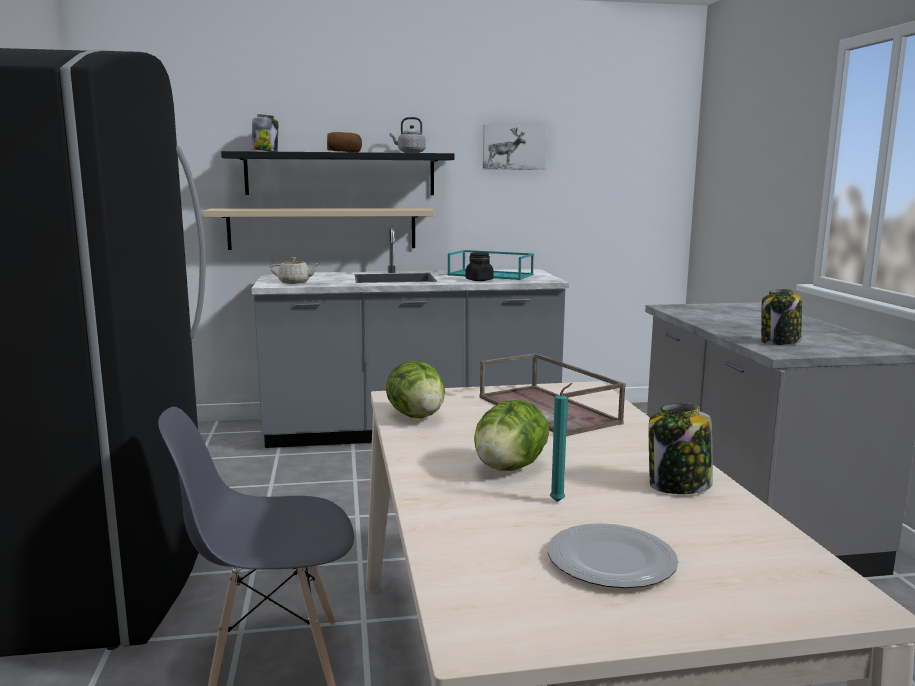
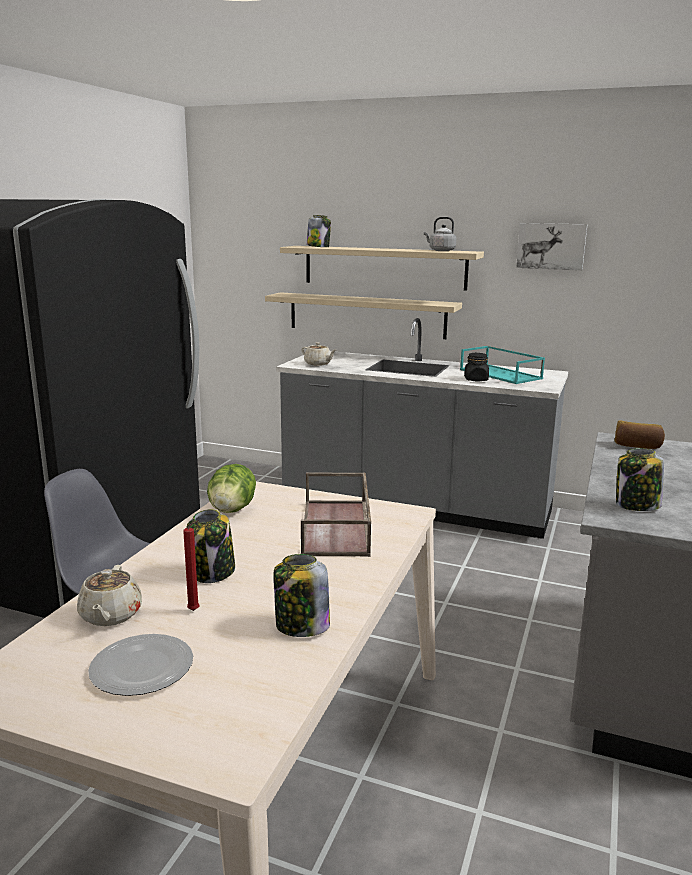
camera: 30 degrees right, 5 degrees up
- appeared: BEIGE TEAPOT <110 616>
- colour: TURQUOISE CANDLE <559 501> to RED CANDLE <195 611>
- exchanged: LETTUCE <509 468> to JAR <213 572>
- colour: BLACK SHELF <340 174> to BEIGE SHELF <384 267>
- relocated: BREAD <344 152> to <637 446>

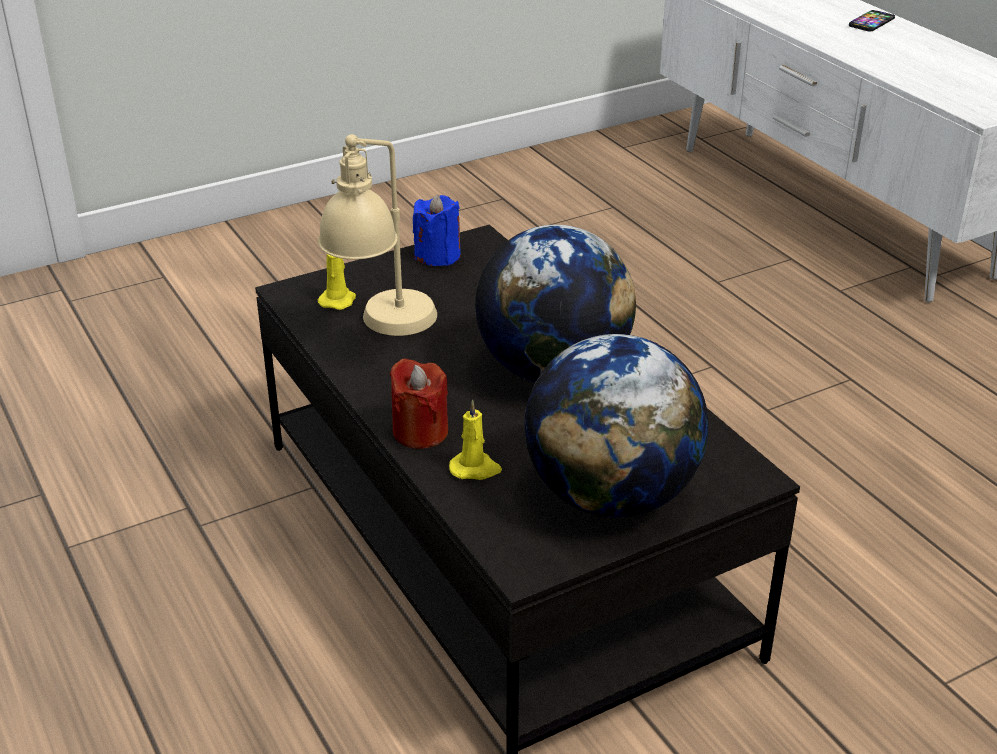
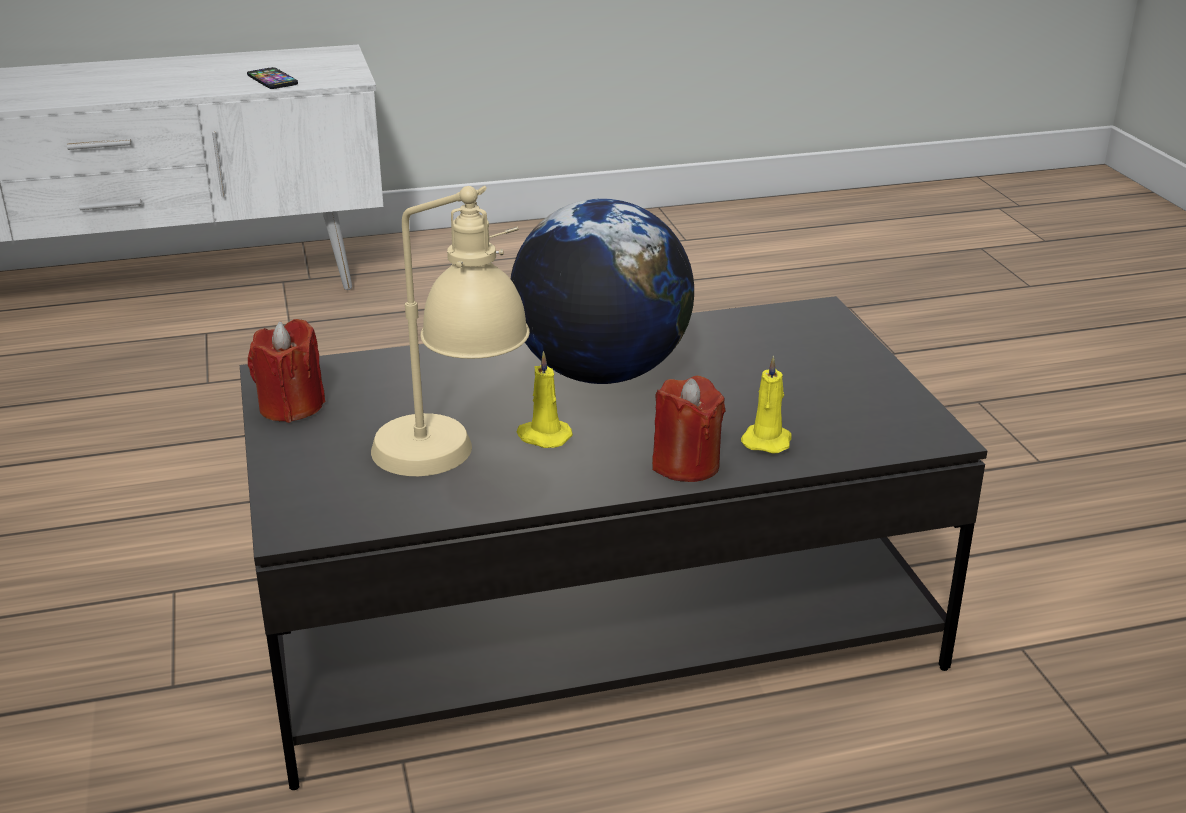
camera: 75 degrees left, 5 degrees down
- relocated: PHONE <871 22> to <272 80>
- colour: BLUE CANDLE <438 255> to RED CANDLE <291 407>
- relocated: YELLOW CANDLE <338 300> to <543 436>
- missing: GLOBE <612 496>

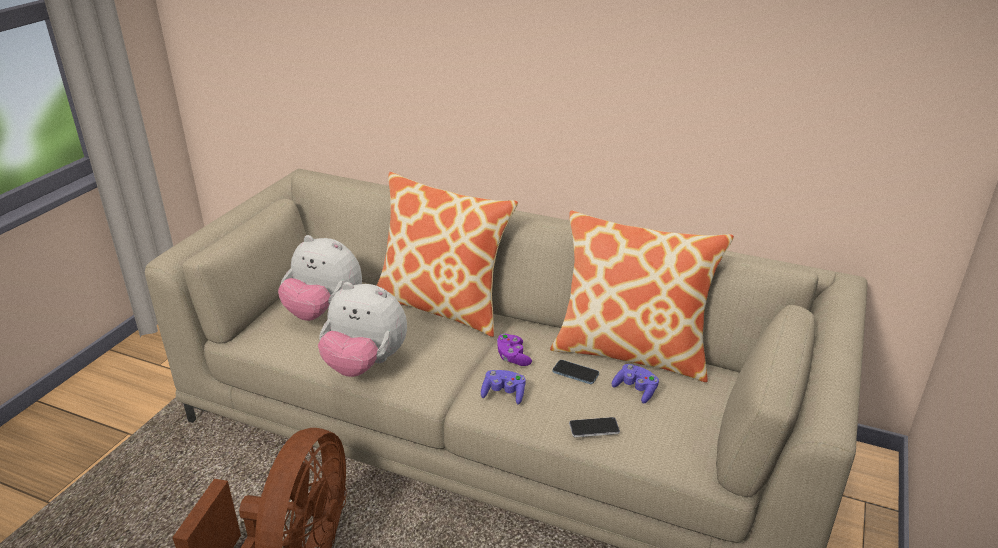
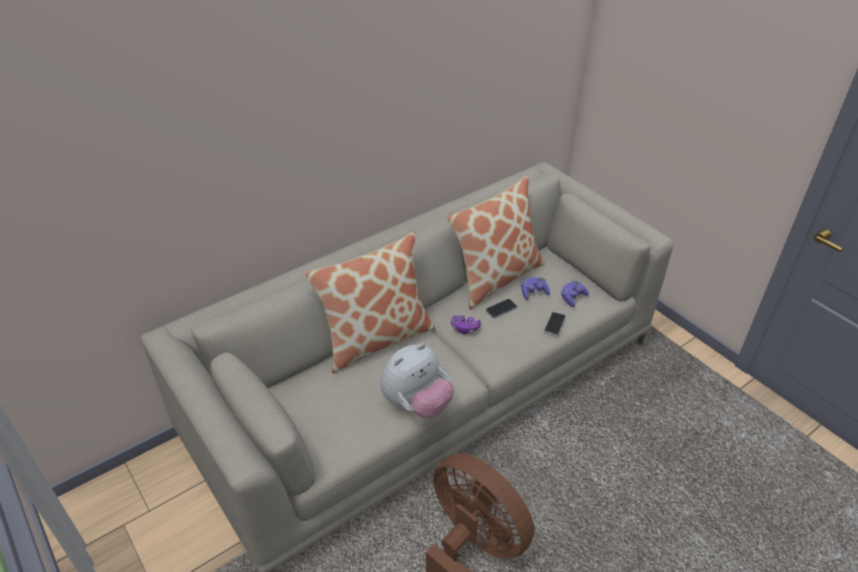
camera: 60 degrees left, 10 degrees up
- relocated: PURPLE GAME CONTROLLER <504 394> to <572 298>
- missing: PLUSH TOY <324 312>

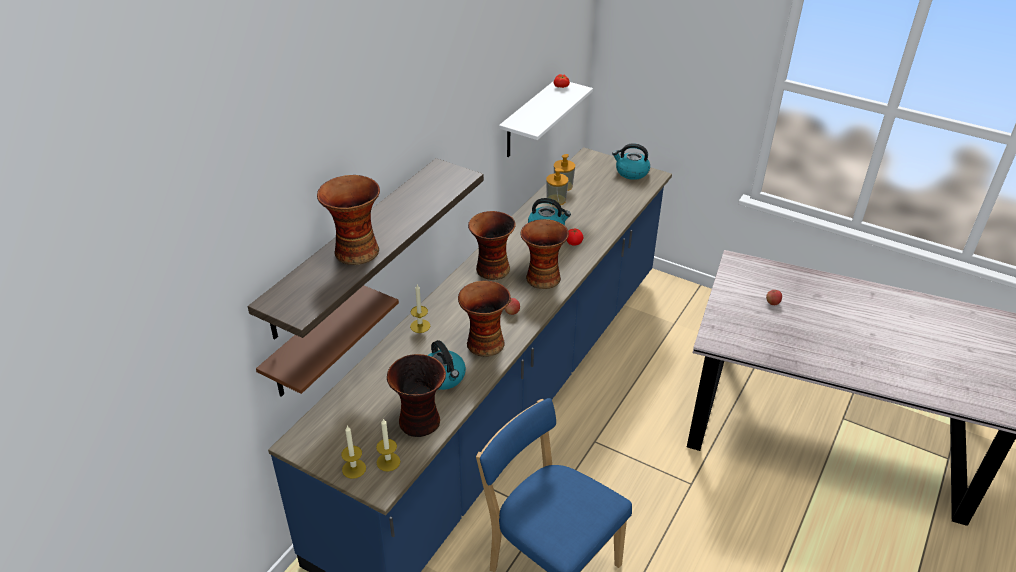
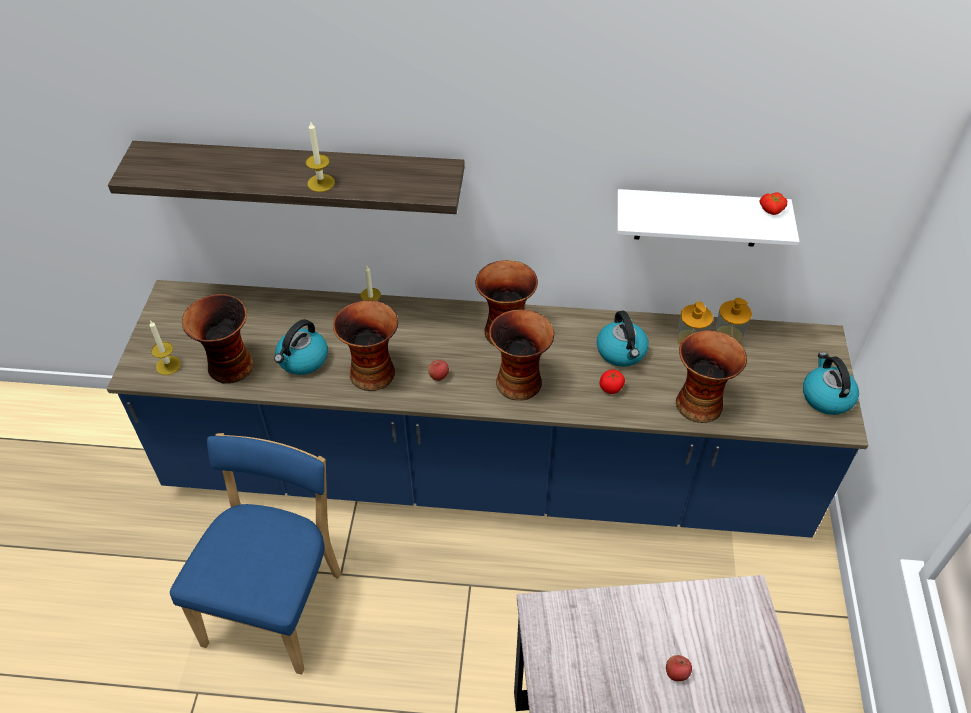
camera: 65 degrees right, 10 degrees up
- relocated: CANDLE <354 469> to <321 183>
- relocated: VASE <355 251> to <698 403>
- missing: BROWN SHELF <312 343>

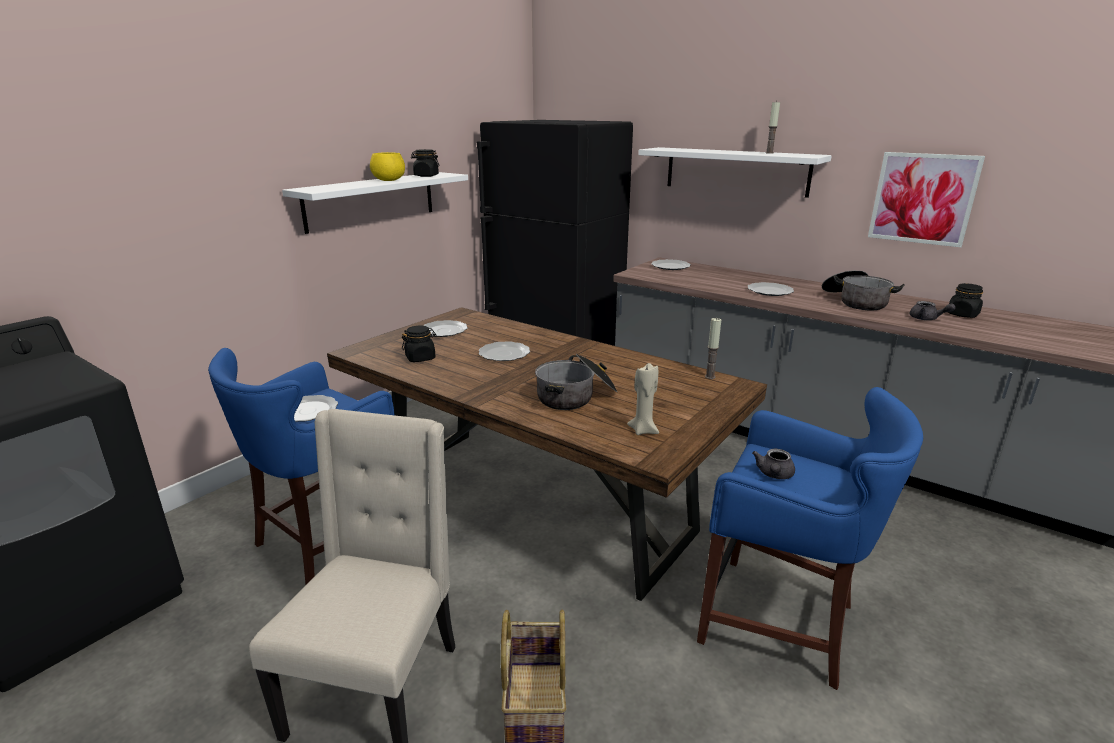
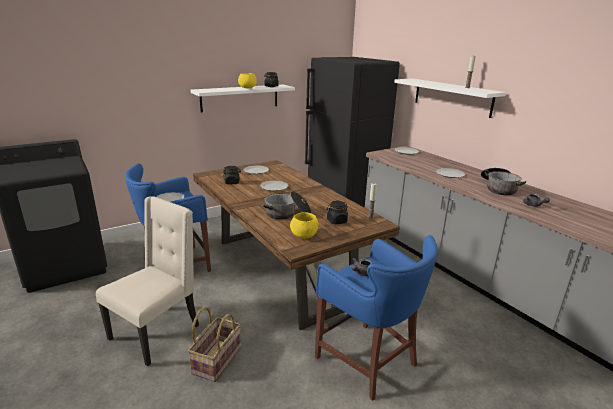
camera: 20 degrees right, 0 degrees up
- exchanged: BEIGE CANDLE <643 430> to YELLOW BOWL <303 236>
- relocated: BLACK JAR <962 314> to <336 221>
- missing: PICTURE <923 198>

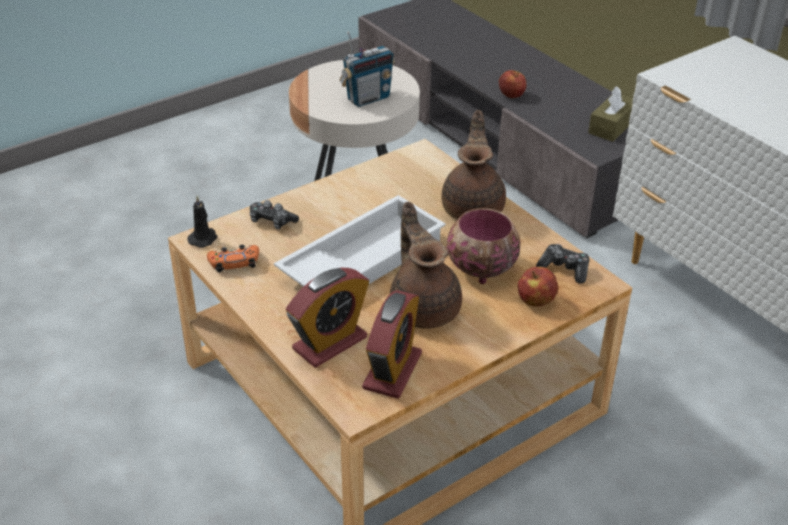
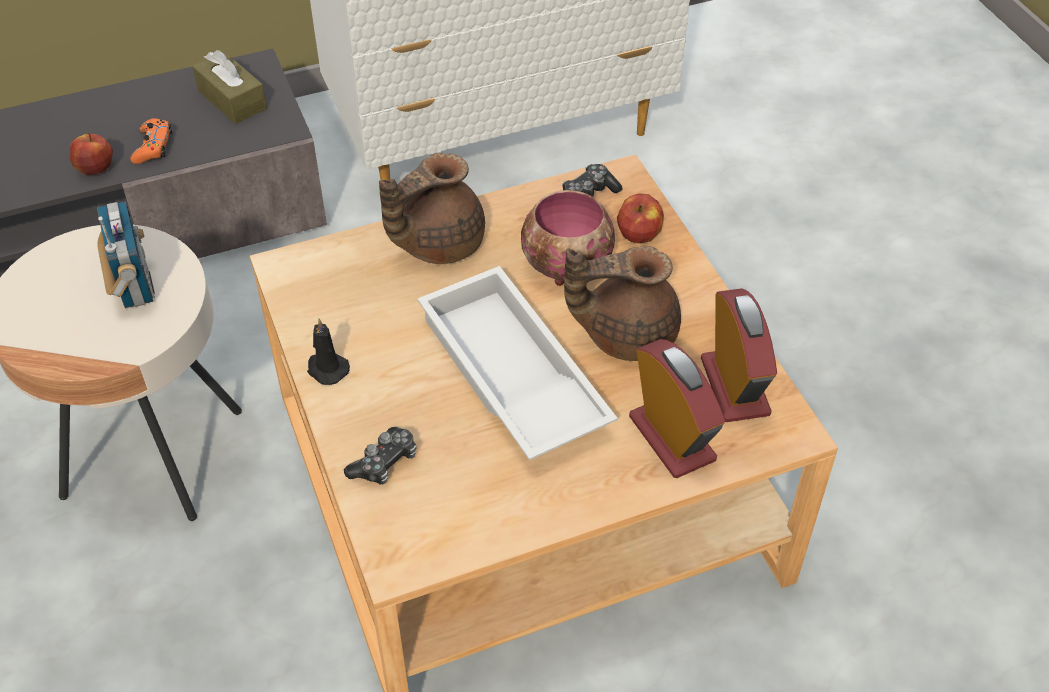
camera: 75 degrees left, 10 degrees up
- relocated: ORANGE GAME CONTROLLER <234 263> to <153 147>
- relocated: BLACK CANDLE <203 238> to <326 369>
- spun: BROWN TEAPOT <473 207> = <437 243> 60 degrees counterclockwise
- spun: ALARM CLOCK <392 371> = <734 387> 45 degrees clockwise

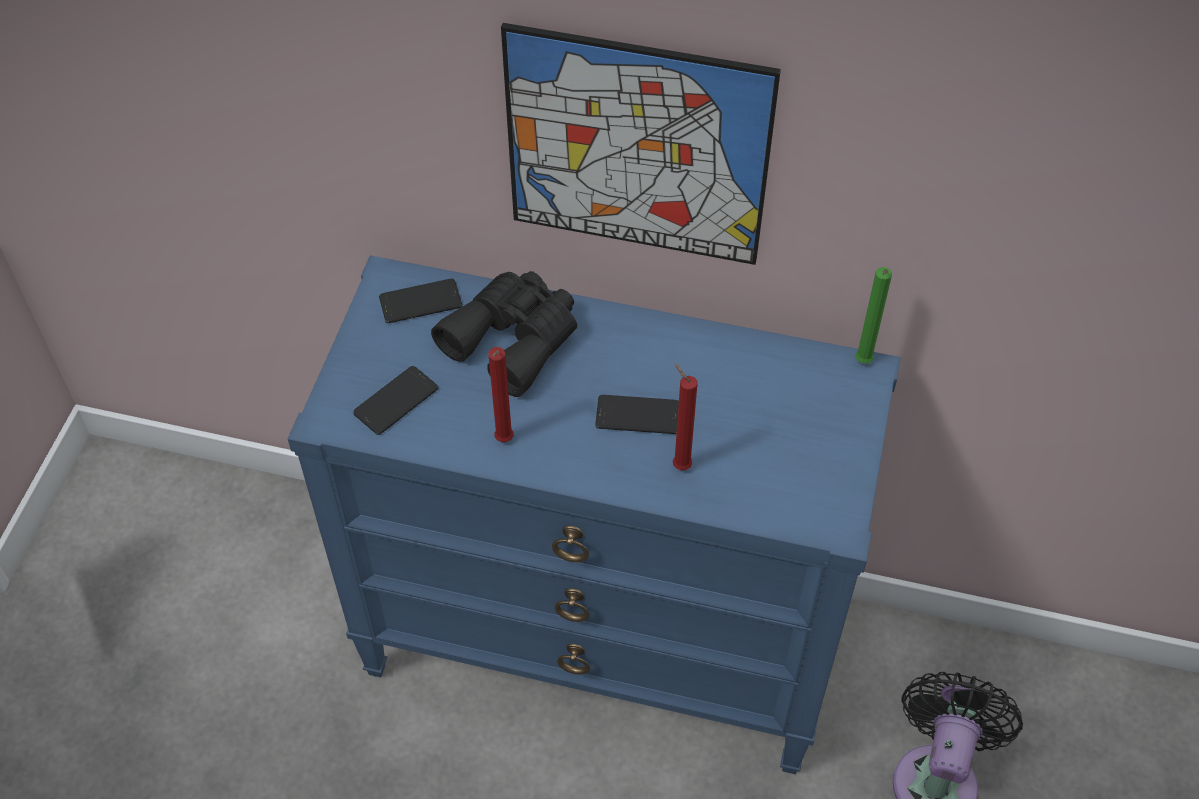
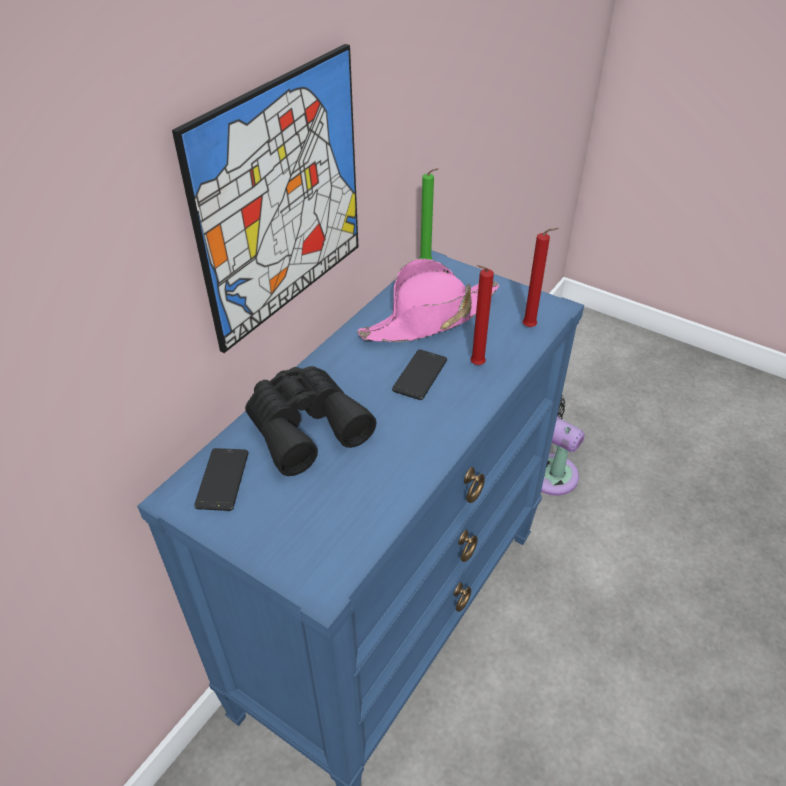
camera: 70 degrees left, 10 degrees down
- appeared: PINK HAT <429 318>
- relocated: RED CANDLE <503 441> to <531 328>
- missing: PHONE <396 401>

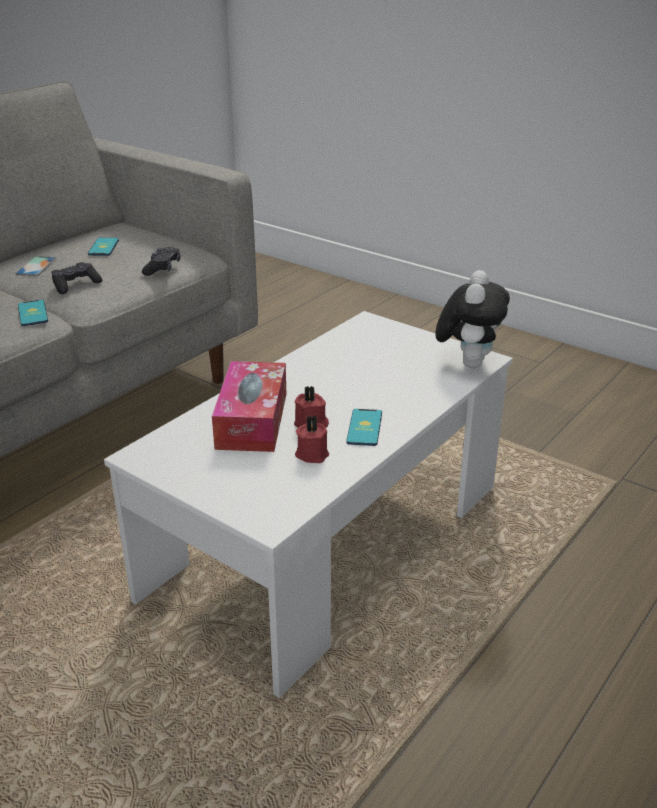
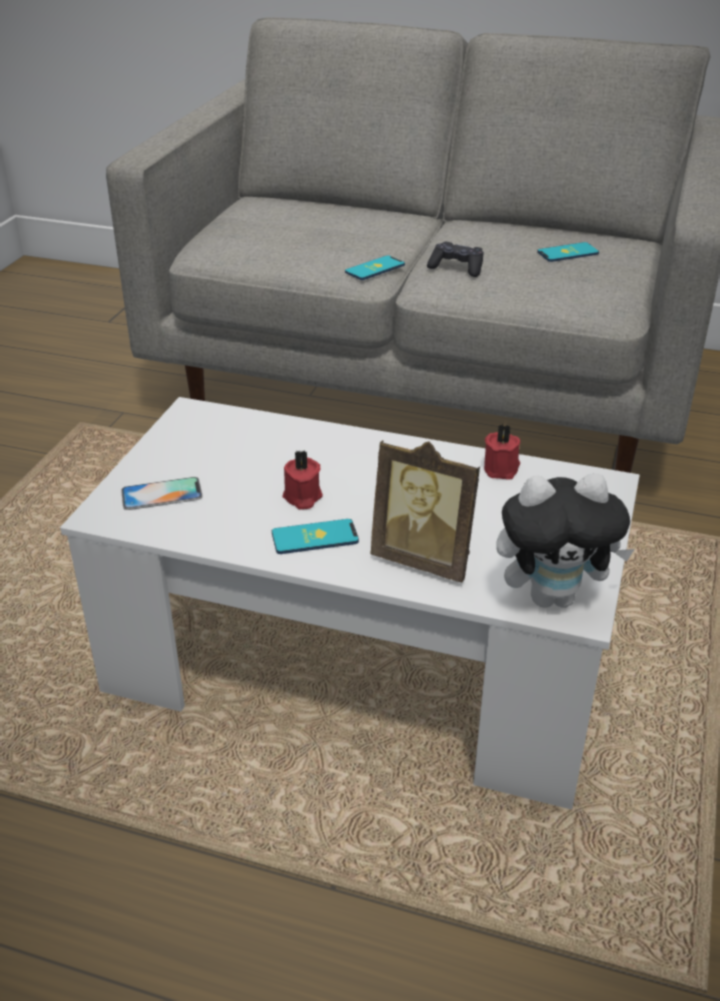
camera: 70 degrees right, 5 degrees up
- relocated: PHONE <36 266> to <161 494>
- appeared: PICTURE FRAME <425 559>
- relocated: RED CANDLE <312 454> to <502 469>
- missing: BLACK GAME CONTROLLER <163 268>
- missing: TISSUE BOX <252 420>

